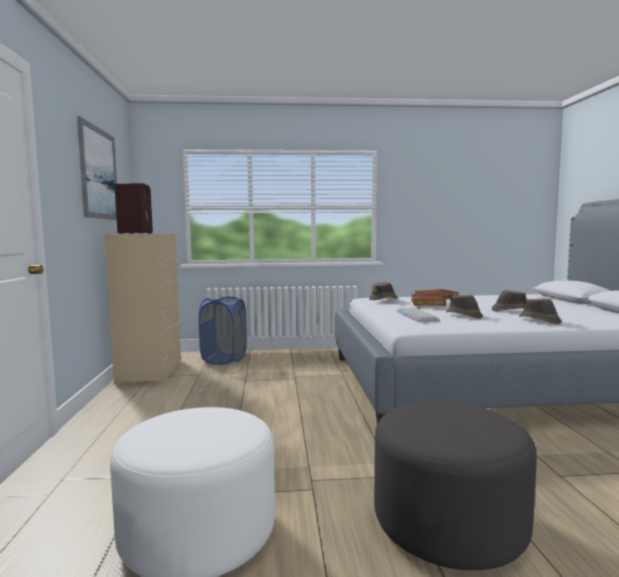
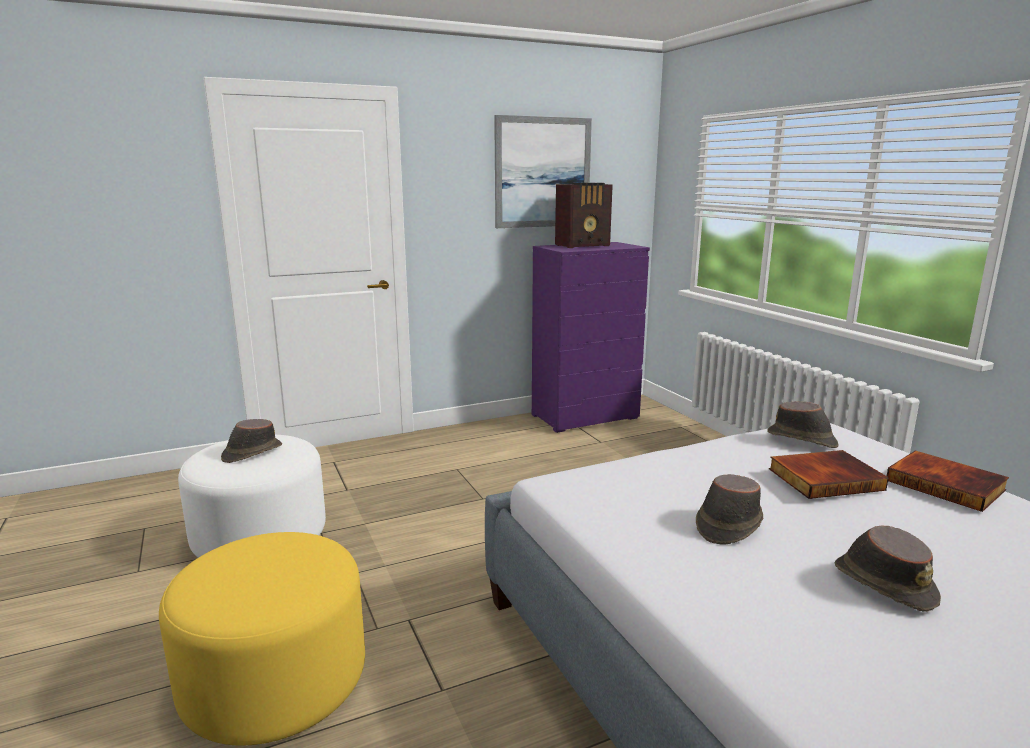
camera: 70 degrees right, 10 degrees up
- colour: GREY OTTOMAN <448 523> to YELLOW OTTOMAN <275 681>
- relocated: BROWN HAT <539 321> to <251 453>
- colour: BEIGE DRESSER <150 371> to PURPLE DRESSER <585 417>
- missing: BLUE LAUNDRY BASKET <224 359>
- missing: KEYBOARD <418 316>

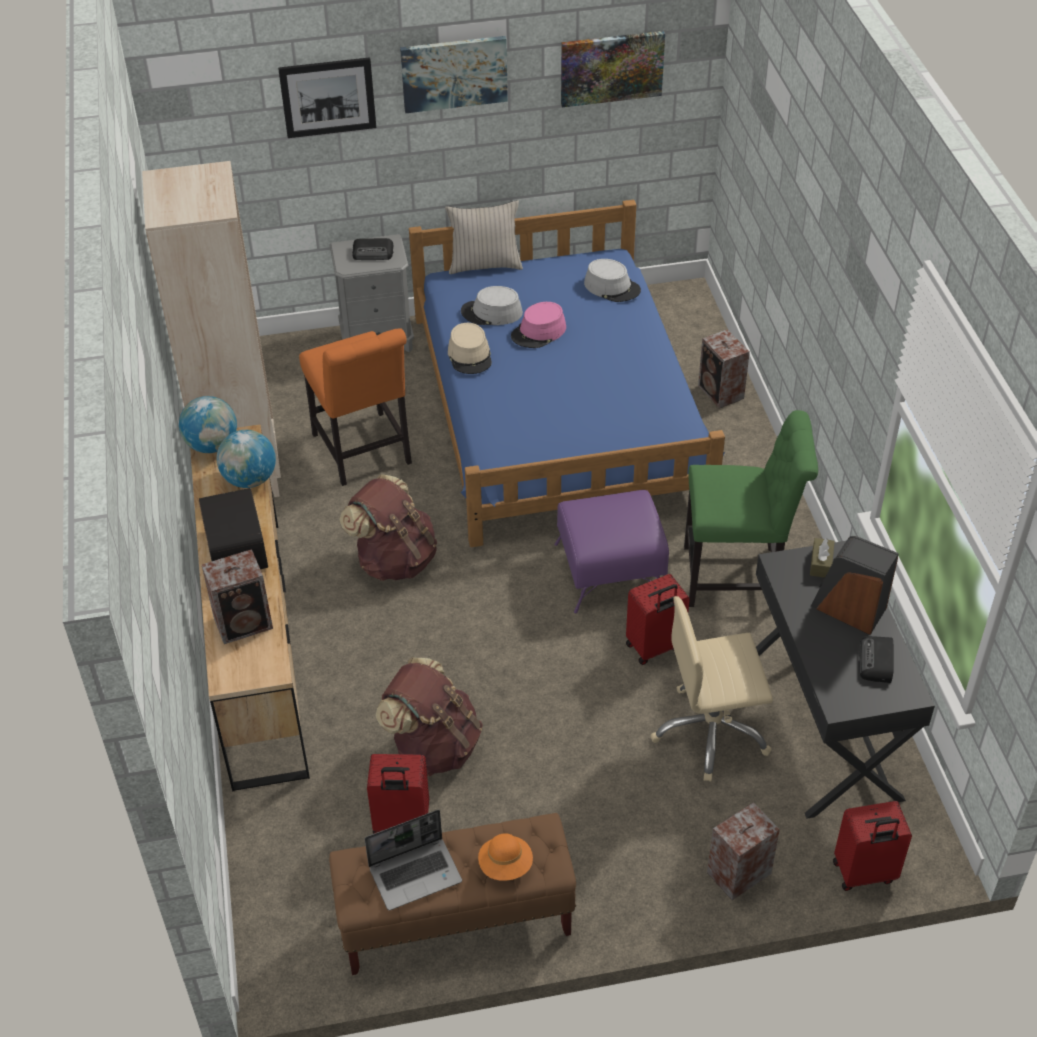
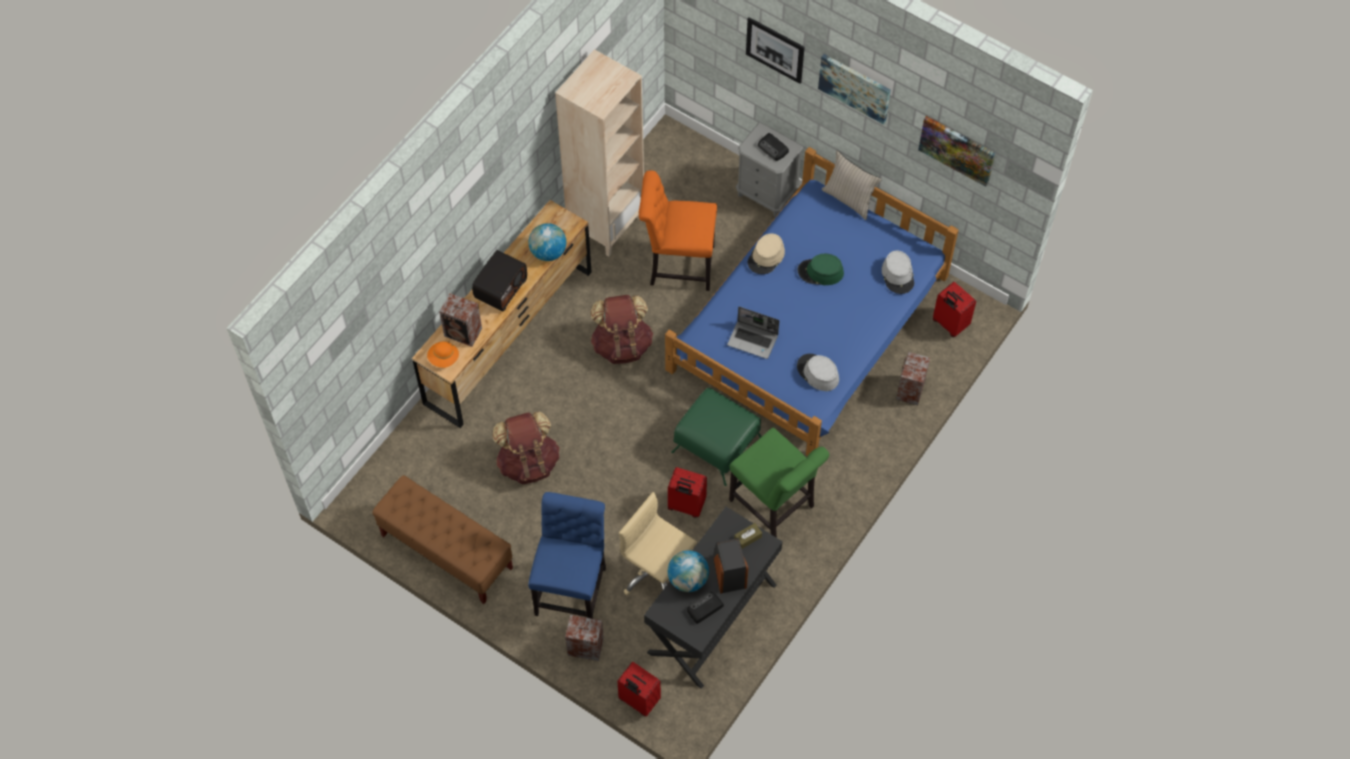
camera: 45 degrees right, 15 degrees up
- relocated: ORANGE HAT <506 865> to <443 358>
- appeared: BLUE CHAIR <572 587>
- spun: ORANGE CHAIR <363 453> = <678 265> 75 degrees clockwise
- relocated: GLOBE <212 445> to <688 579>
- colour: PURPLE OTTOMAN <611 571> to GREEN OTTOMAN <717 445>
- relocated: LAPTOP <416 873> to <753 340>
- colour: PINK HAT <539 332> to GREEN HAT <820 272>
- relocated: GREY HAT <491 313> to <817 373>
- relocated: RED SUITCASE <400 823> to <949 324>

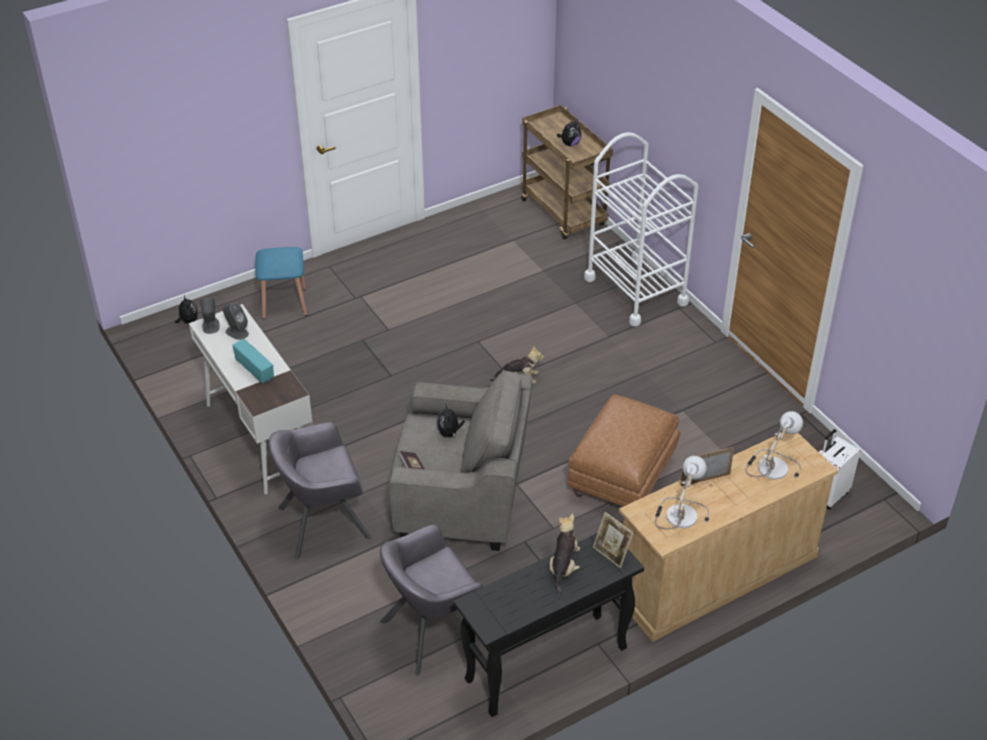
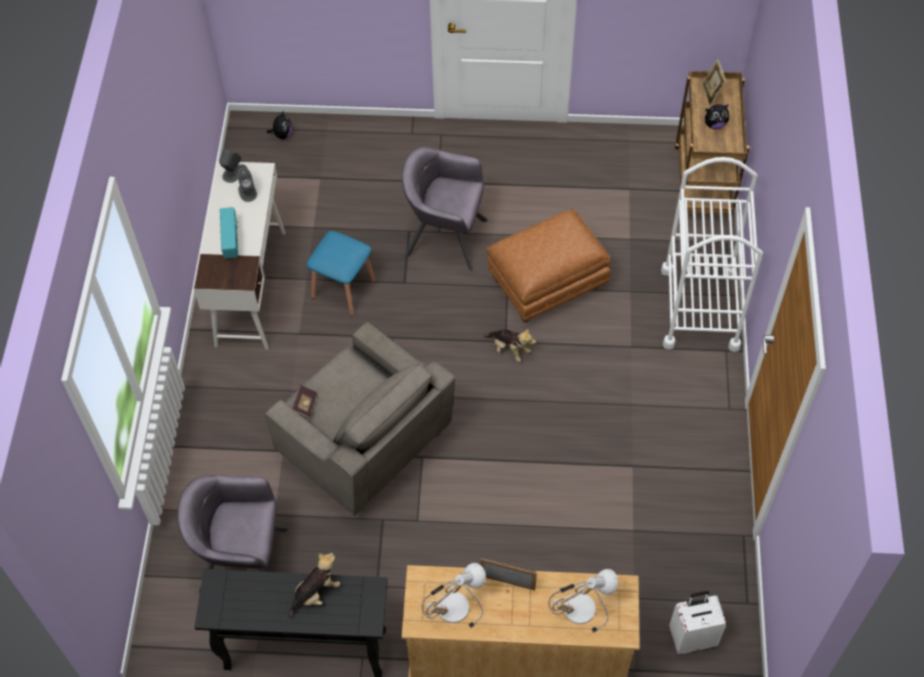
camera: 35 degrees right, 15 degrees up
- relocated: BLUE STOOL <284 303> to <343 289>
- relocated: GREY ARMCHAIR <323 522> to <445 237>
- relocated: BROWN OTTOMAN <622 478> to <546 285>
- relocated: PICTURE FRAME <611 554> to <711 95>
- missing: PLUSH TOY <449 433>

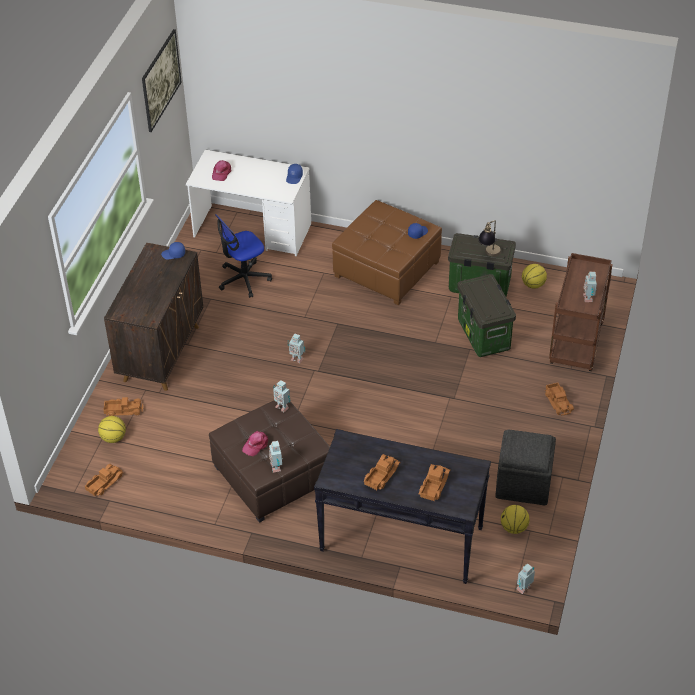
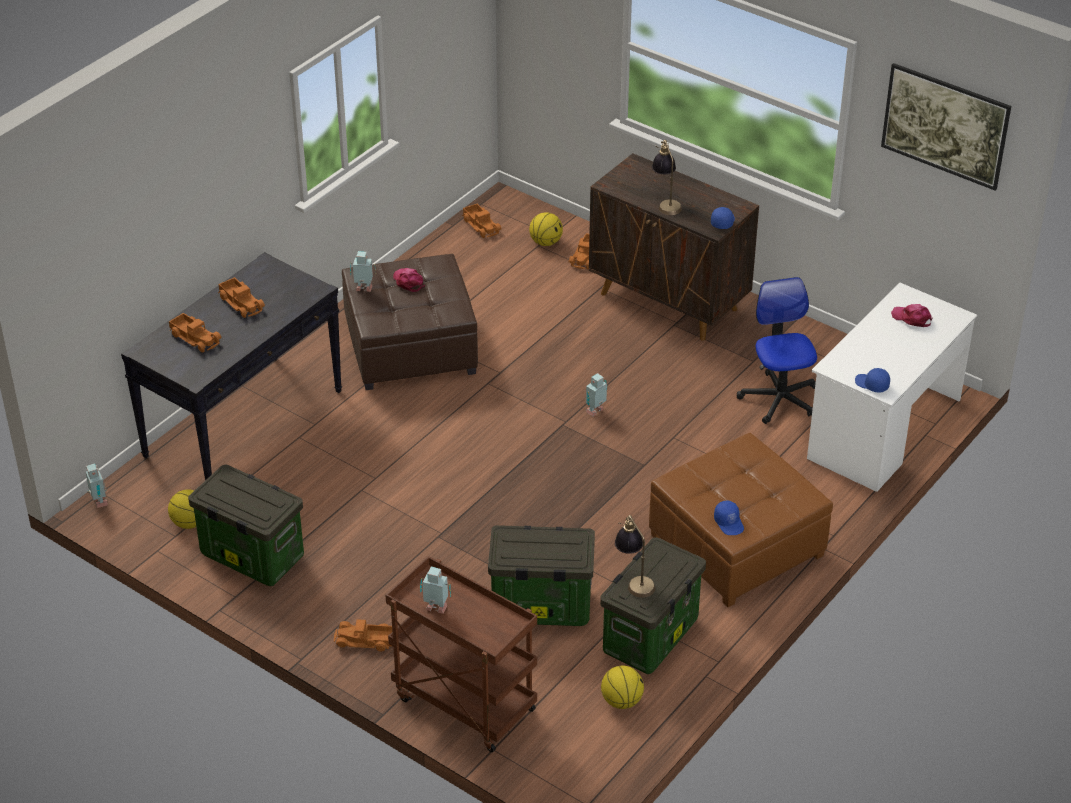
camera: 110 degrees right, 5 degrees down
- exchanged: GREY OTTOMAN <524 483> to STORAGE BOX <250 556>
- appeared: TABLE LAMP <666 202>
- missing: TOY ROBOT <282 406>

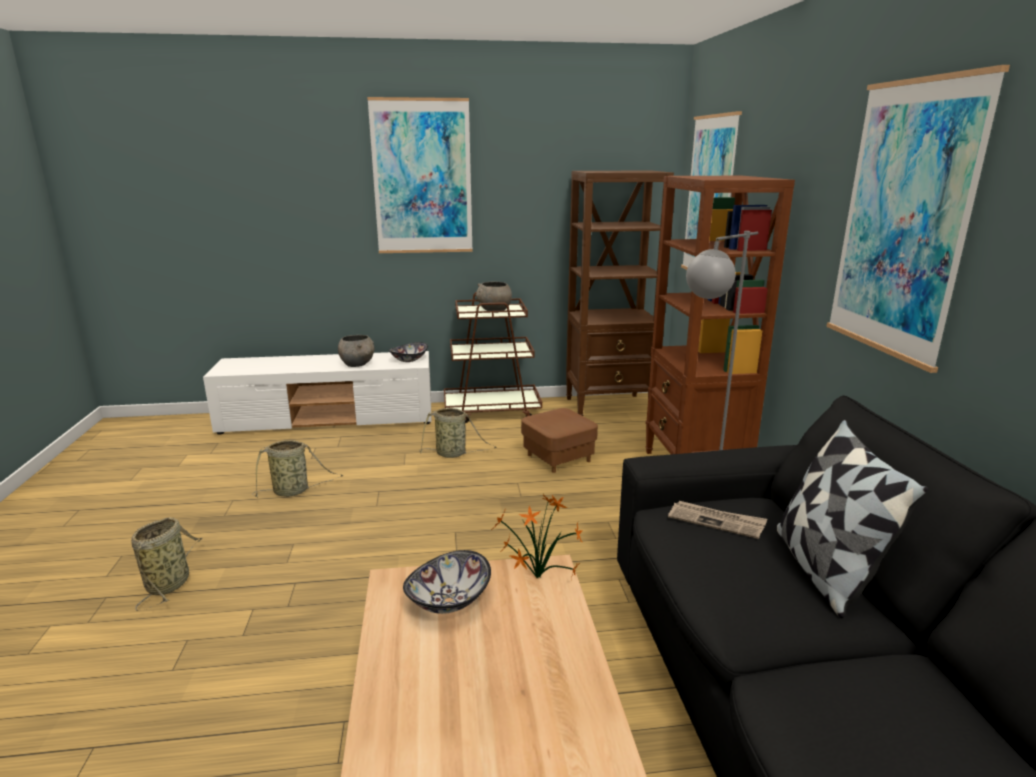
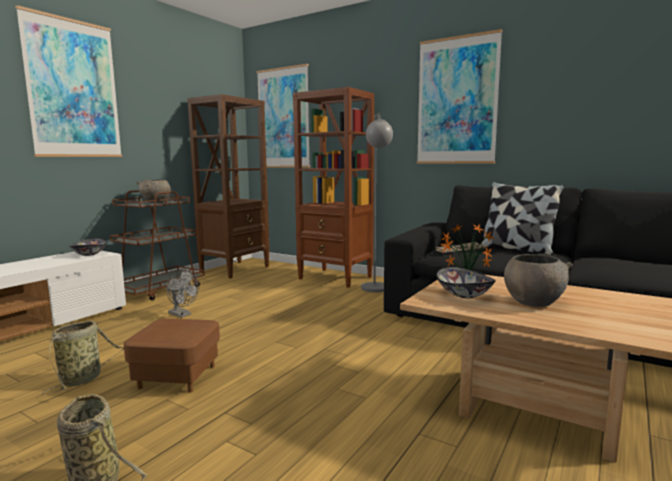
camera: 50 degrees left, 10 degrees down
- relocated: BROWN OTTOMAN <558 458> to <177 377>
- exchanged: BASKET <453 454> to GREY FAN <182 314>
- relocated: GREY BOWL <357 364> to <533 302>

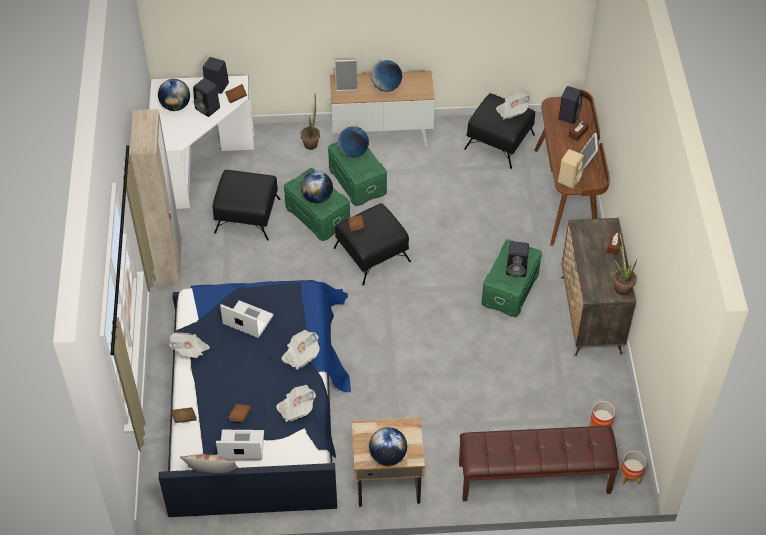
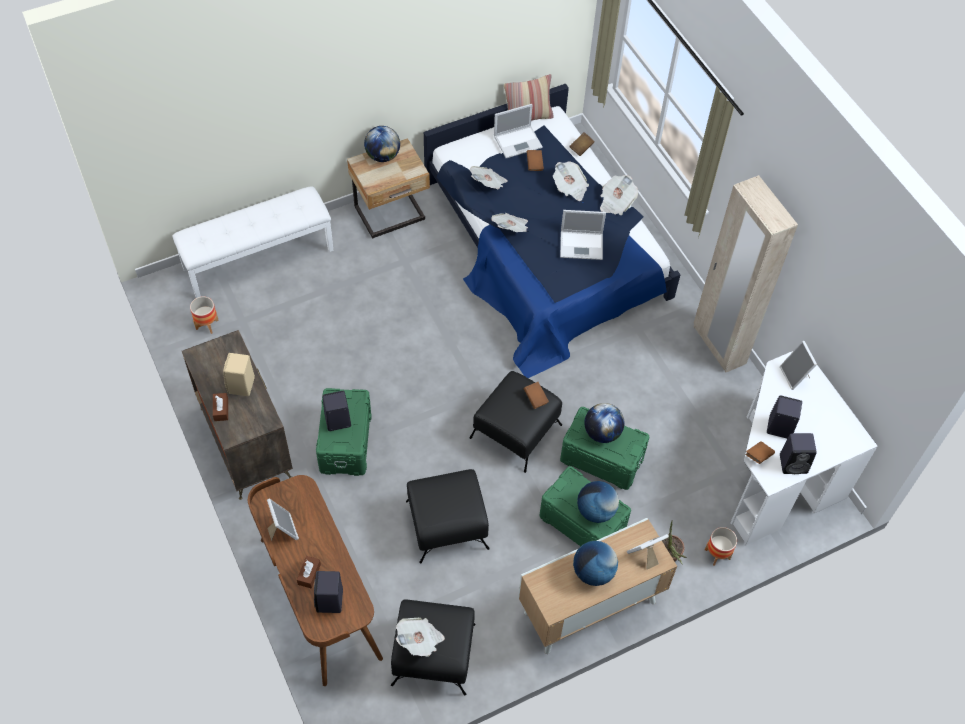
camera: 155 degrees right, 5 degrees up
- colour: BROWN BENCH <534 479> to WHITE BENCH <258 258>
- relocated: BEIGE SPEAKER <569 179> to <241 386>
- relocated: BLACK OTTOMAN <248 216> to <446 524>
- appeared: NEWSPAPER <570 188>
- relocated: PLANTER <630 477> to <717 554>
- appeared: PICTURE FRAME <795 376>
- missing: GLOBE <175 106>
- missing: POTTED PLANT <621 286>

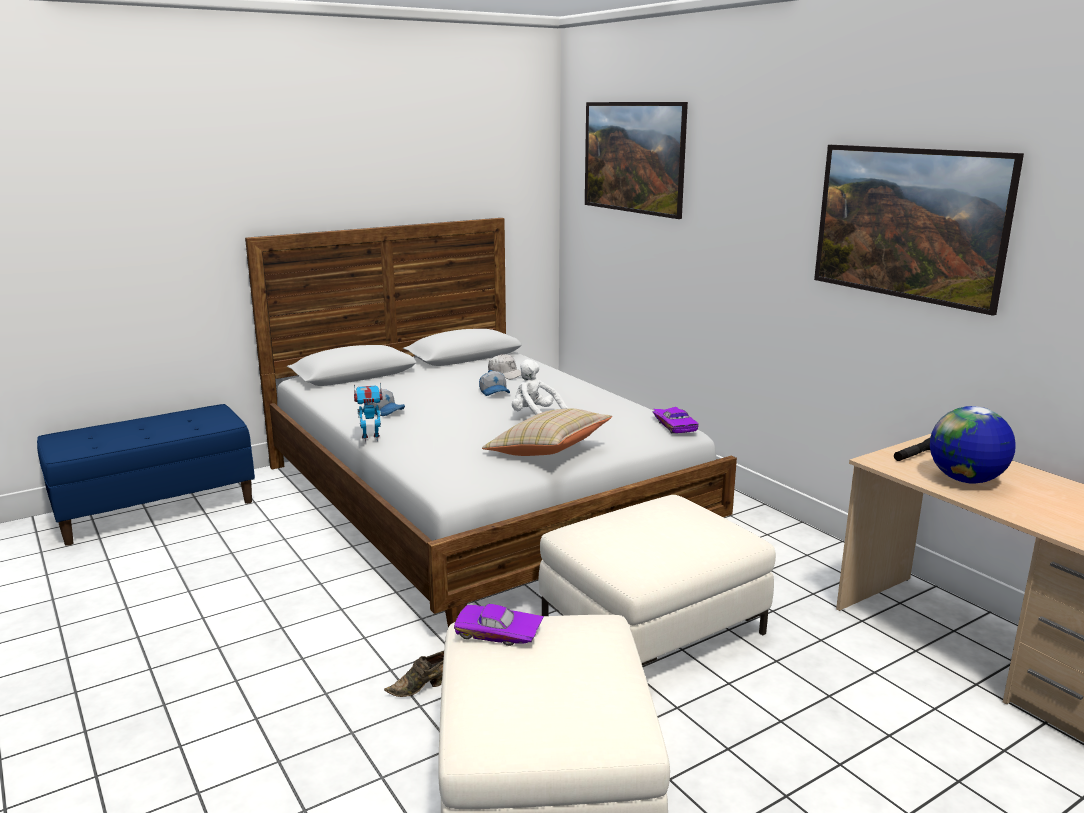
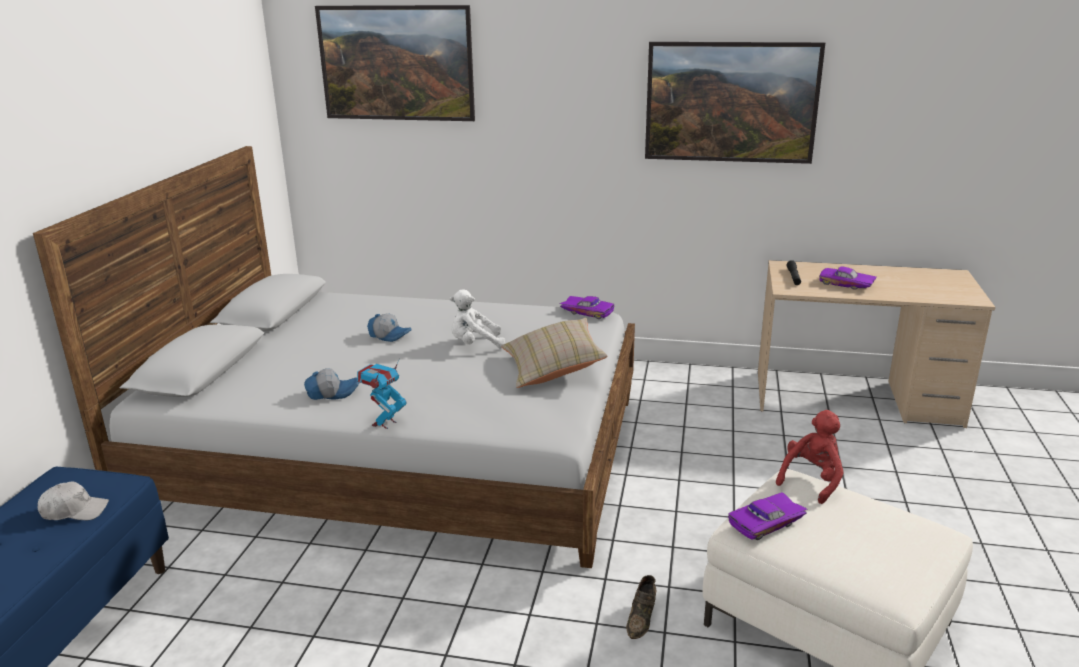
camera: 45 degrees left, 5 degrees up
- relocated: WHITE CAP <506 374> to <74 511>
- appeared: RED PLUSH TOY <812 480>
- exchanged: GLOBE <965 480> to PURPLE TOY CAR <846 284>
- missing: WHITE OTTOMAN <653 626>

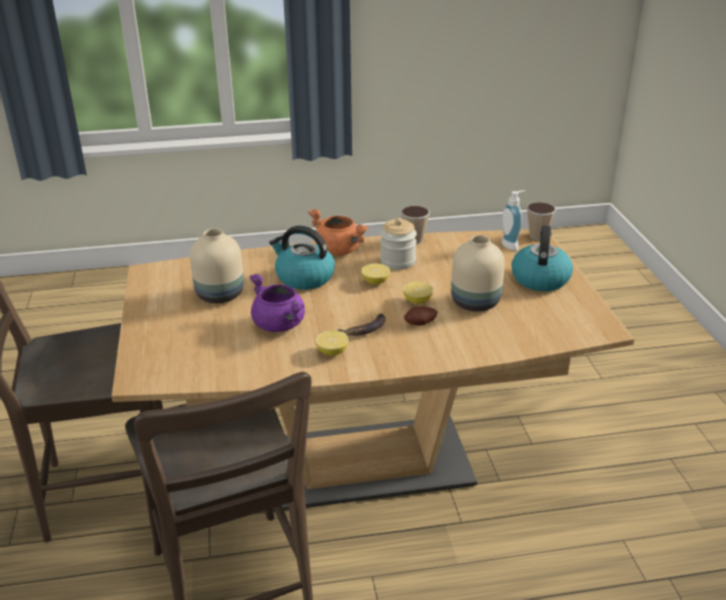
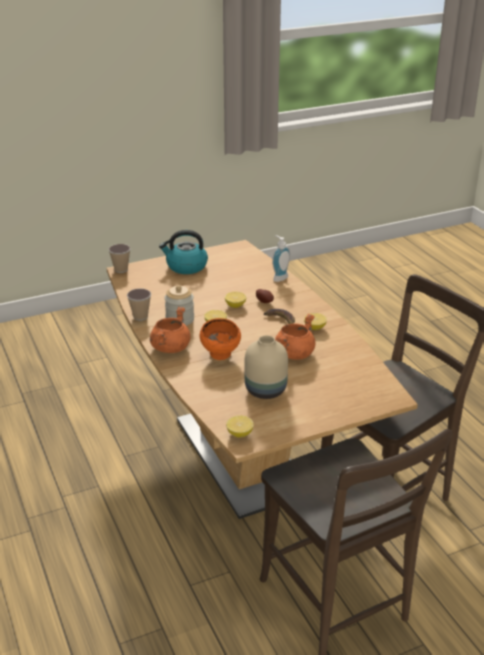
camera: 105 degrees left, 0 degrees up
- exchanged: KETTLE <304 277> to ORANGE BOWL <221 356>
- appeared: LEMON <240 434>
- relocated: SOAP DISPENSER <512 245> to <279 277>
- colour: PURPLE COOKING POT <280 325> to ORANGE COOKING POT <294 353>
- missing: BEIGE VASE <476 303>

